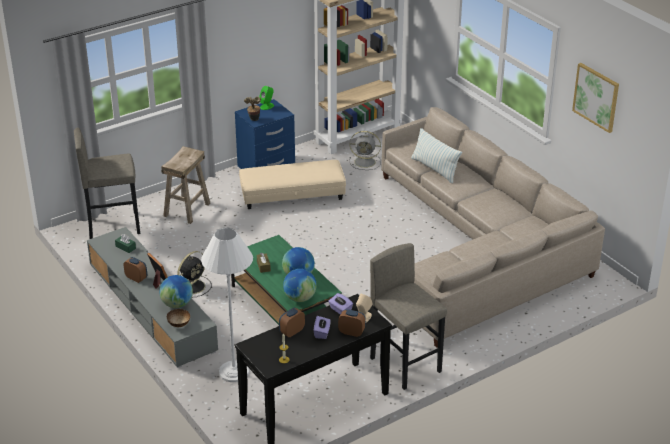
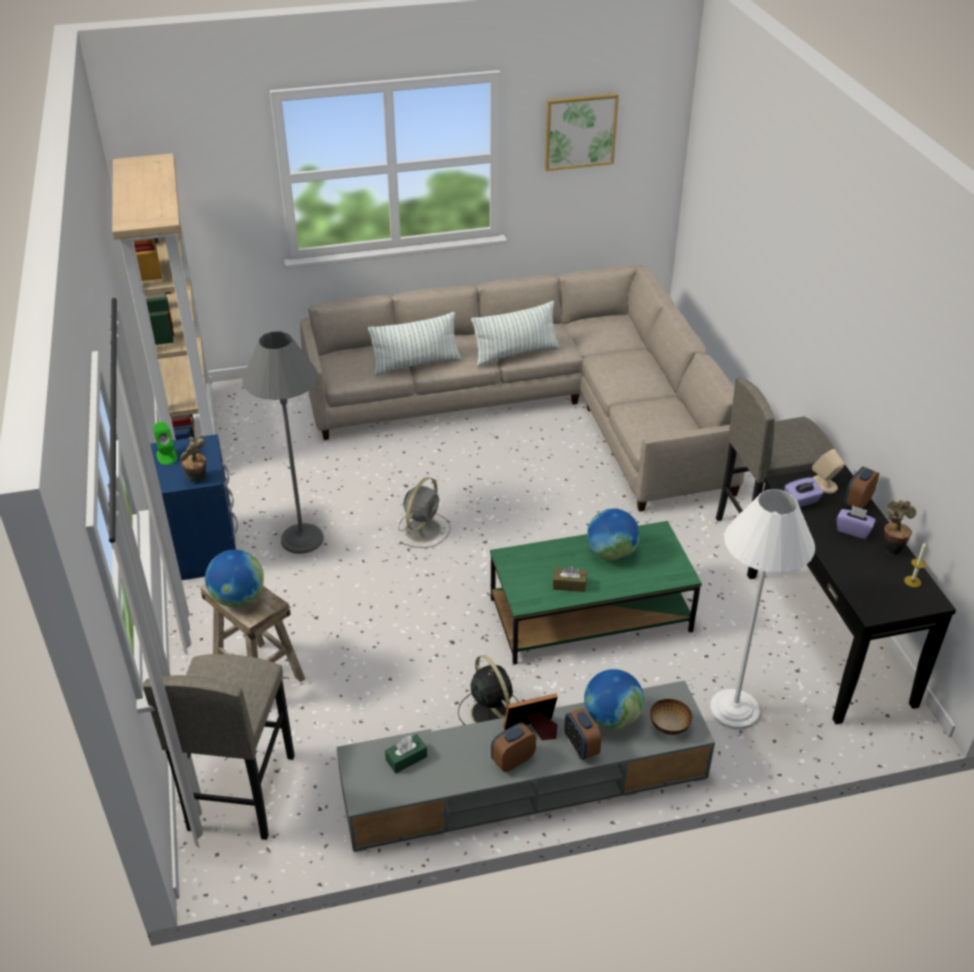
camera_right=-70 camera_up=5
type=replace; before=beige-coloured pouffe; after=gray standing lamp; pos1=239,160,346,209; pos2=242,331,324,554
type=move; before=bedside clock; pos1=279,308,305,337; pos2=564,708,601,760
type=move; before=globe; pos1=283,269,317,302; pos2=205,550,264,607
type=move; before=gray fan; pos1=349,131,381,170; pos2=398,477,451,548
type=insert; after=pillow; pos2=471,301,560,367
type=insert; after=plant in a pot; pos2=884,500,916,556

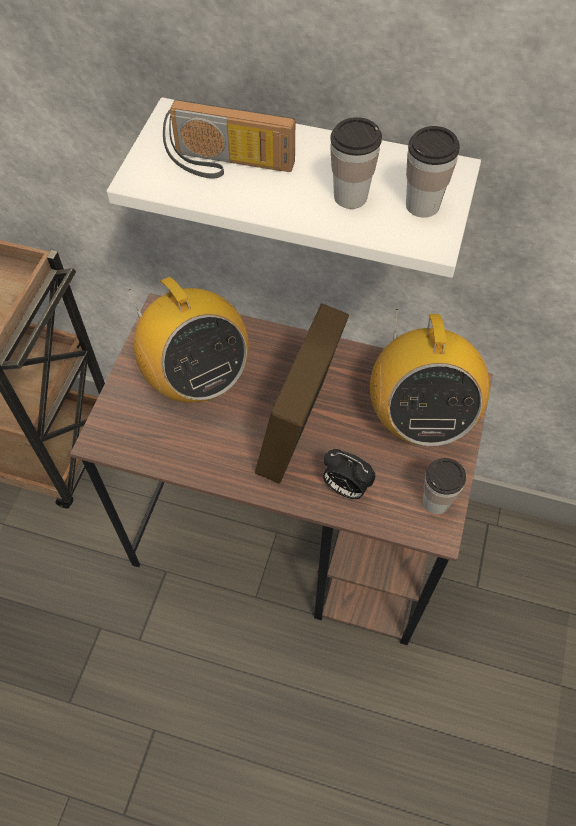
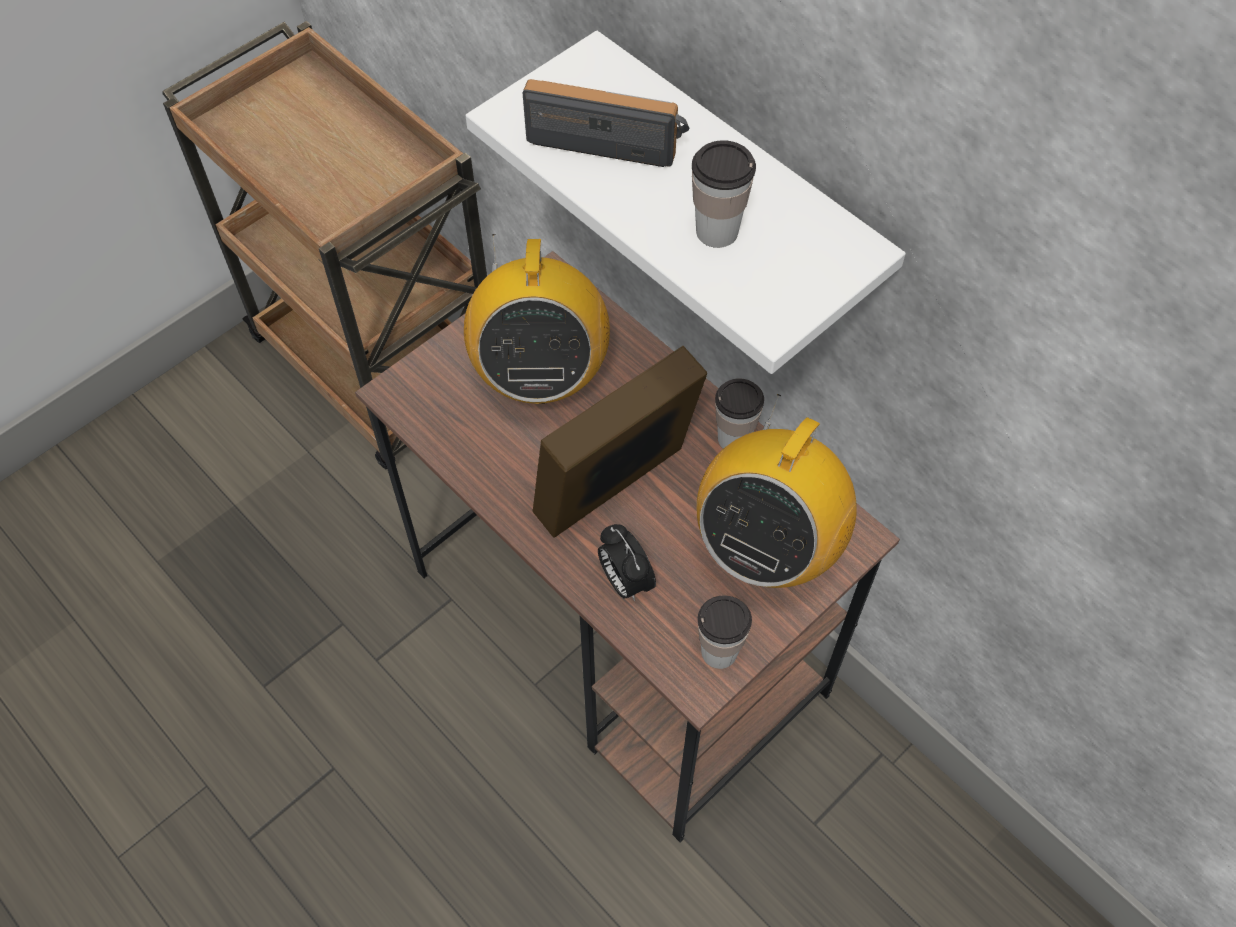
camera_right=30 camera_up=0
type=rotate; before=radio; pos1=163,99,295,179; pos2=523,79,689,167; turn=150
type=move; before=drinking cup; pos1=406,126,460,218; pos2=715,378,764,449

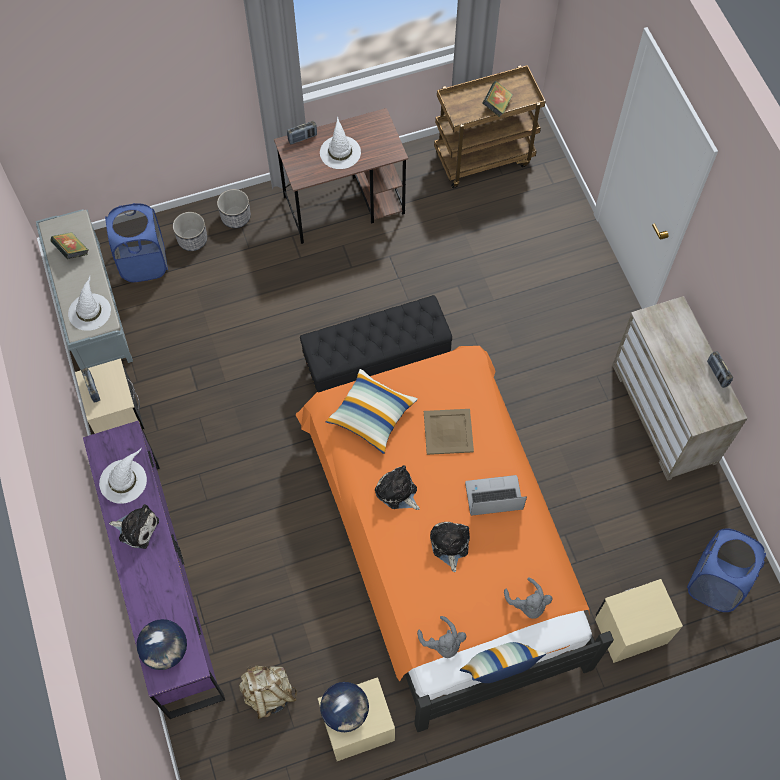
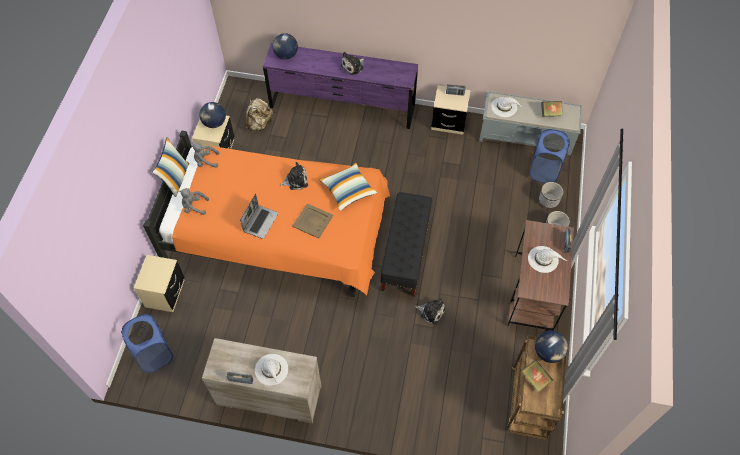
camera_right=120 camera_up=-5
type=move; before=whitish clothing hat; pos1=99,448,147,504; pos2=255,354,288,386
type=move; before=cuddly toy; pos1=430,522,470,572; pos2=415,298,445,325
type=insert; after=globe; pos2=535,330,568,363

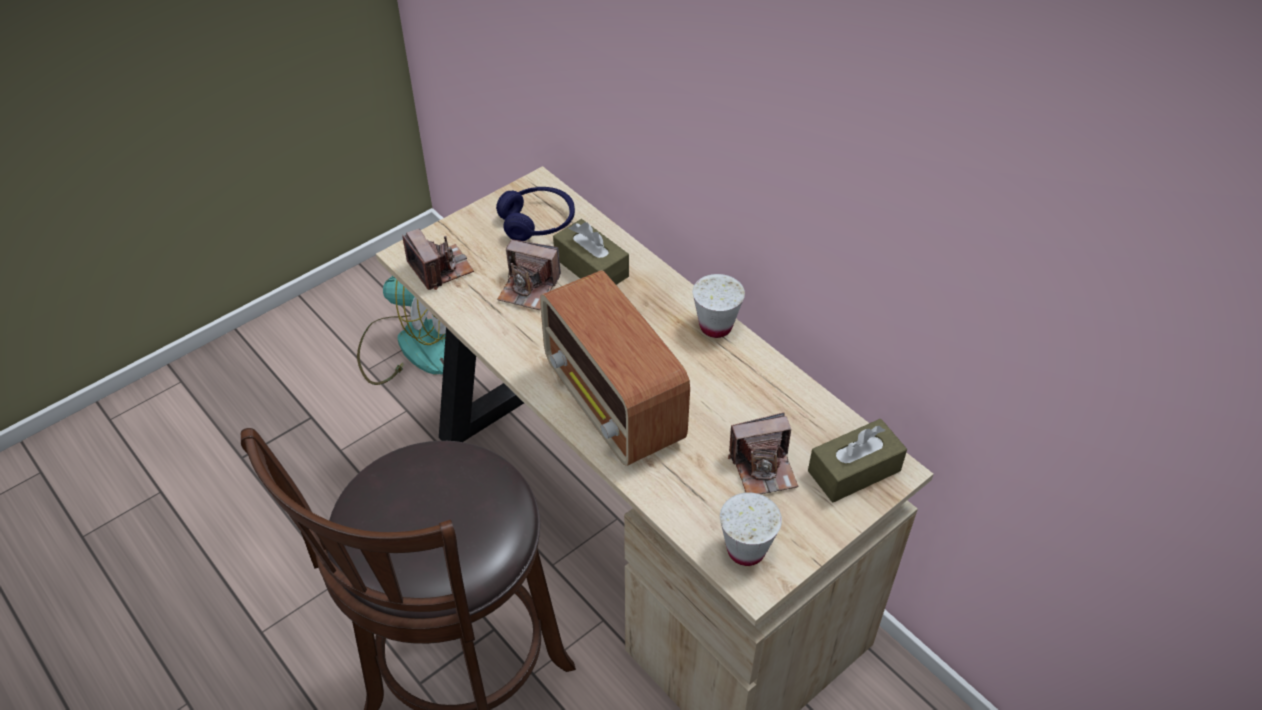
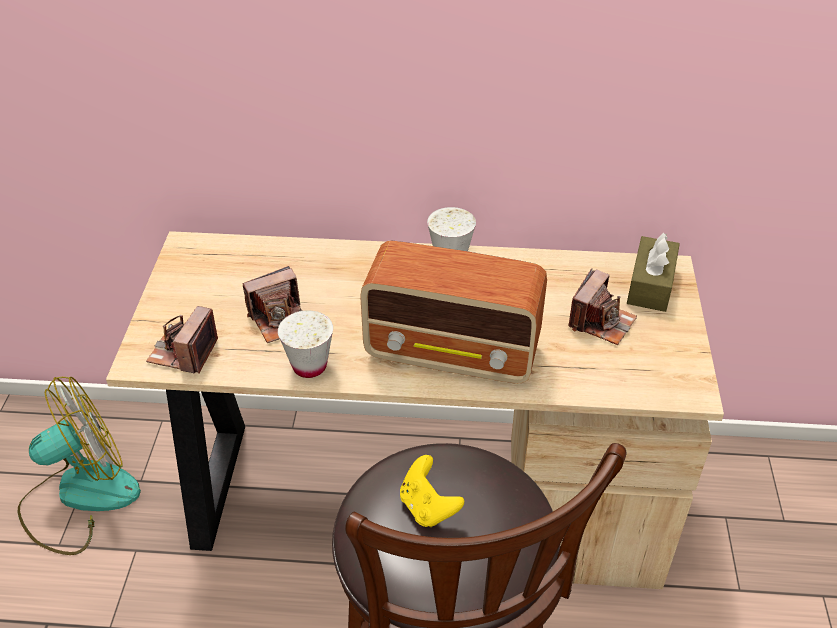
camera_right=-45 camera_up=-5
type=rotate; before=still camera; pos1=402,229,474,290; pos2=146,306,218,374; turn=-90
type=delete; before=blue headphones; pos1=496,187,575,241
type=delete; before=brownish box of tissues; pos1=553,219,629,285
type=move; before=whitish drinking cup; pos1=720,493,782,566; pos2=278,310,333,378
type=insert; after=yellow game controller; pos2=400,455,464,527

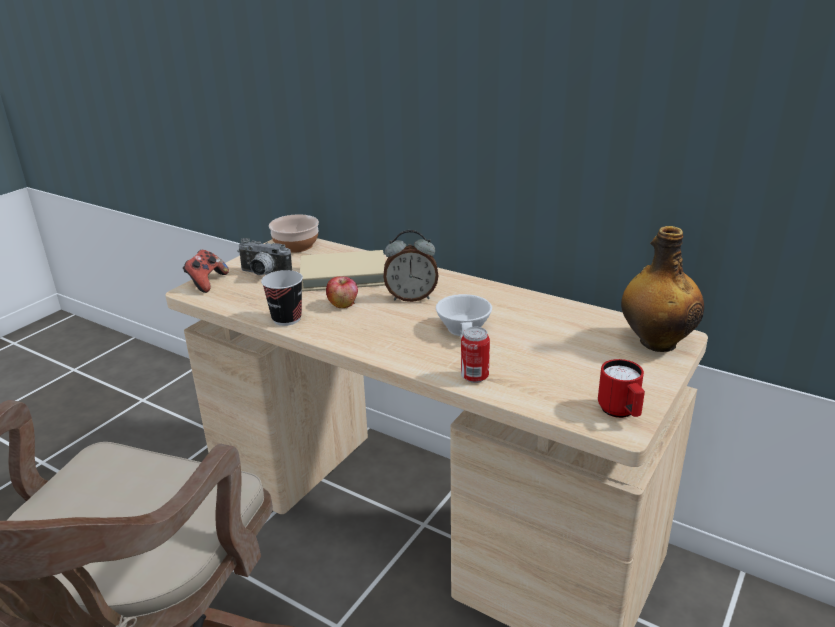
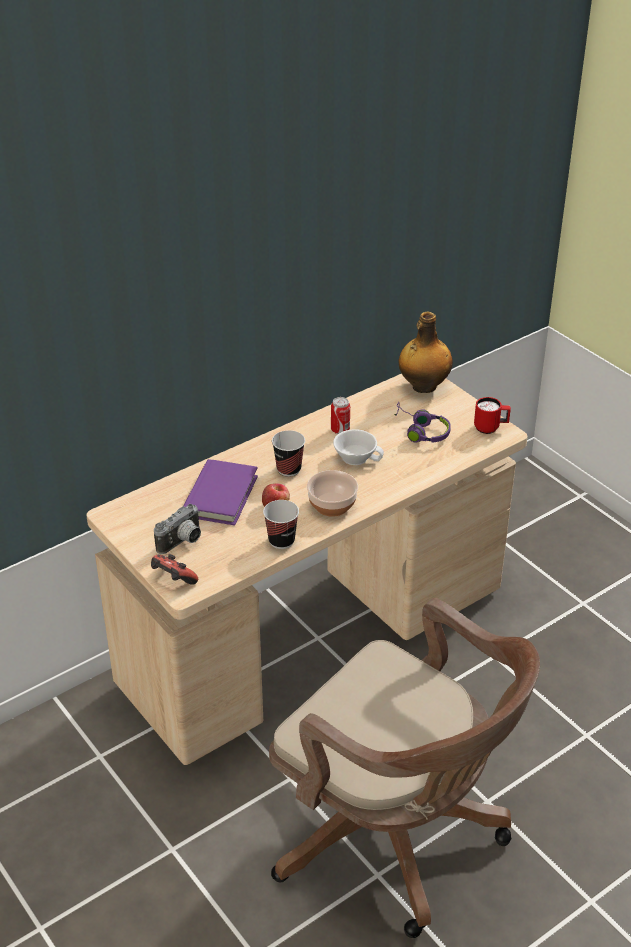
camera_right=-70 camera_up=10
type=move; before=bowl; pos1=269,214,319,253; pos2=307,470,358,517
type=recolor; before=beige-coloured book; after=purple book; pos1=300,250,385,291; pos2=184,459,258,525
type=replace; before=bedside clock; after=drinking cup; pos1=384,230,438,302; pos2=272,430,305,477
type=move; before=metal can; pos1=461,327,490,383; pos2=331,397,350,434
type=insert; after=purple headphones; pos2=394,402,451,443

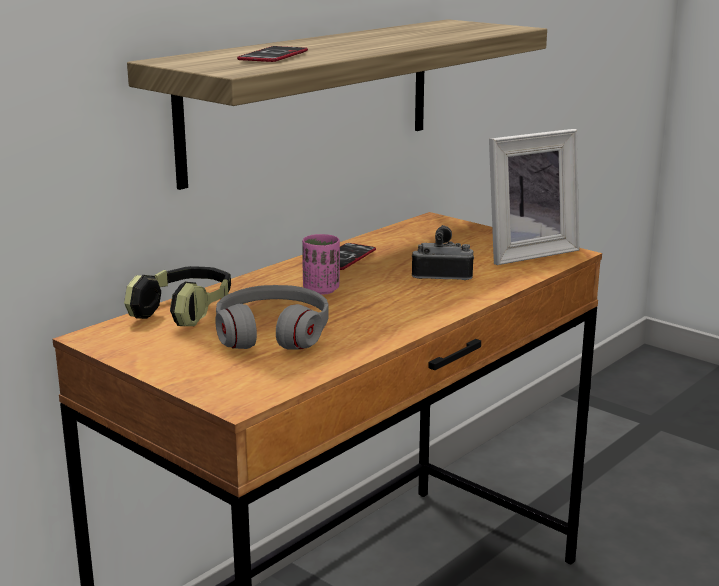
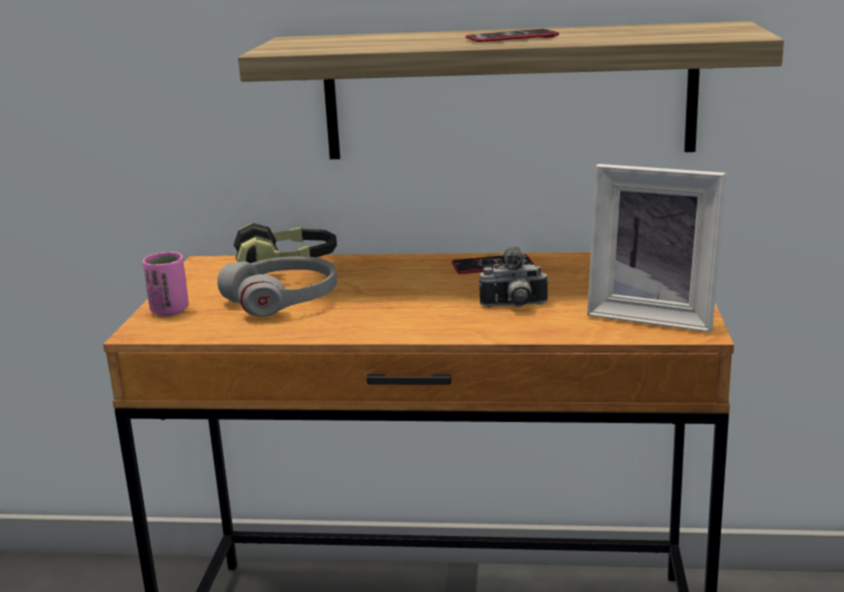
camera_right=55 camera_up=0
type=move; before=handset; pos1=237,46,308,62; pos2=466,29,559,42
type=move; before=pink drinking cup; pos1=302,234,340,295; pos2=143,252,189,316
type=rotate; before=still camera; pos1=412,225,474,280; pos2=479,247,549,307; turn=120

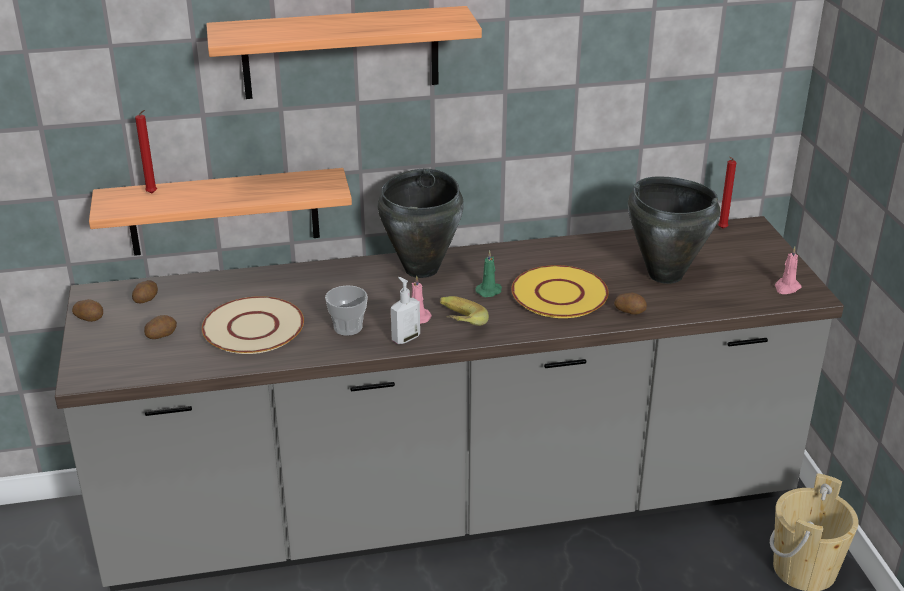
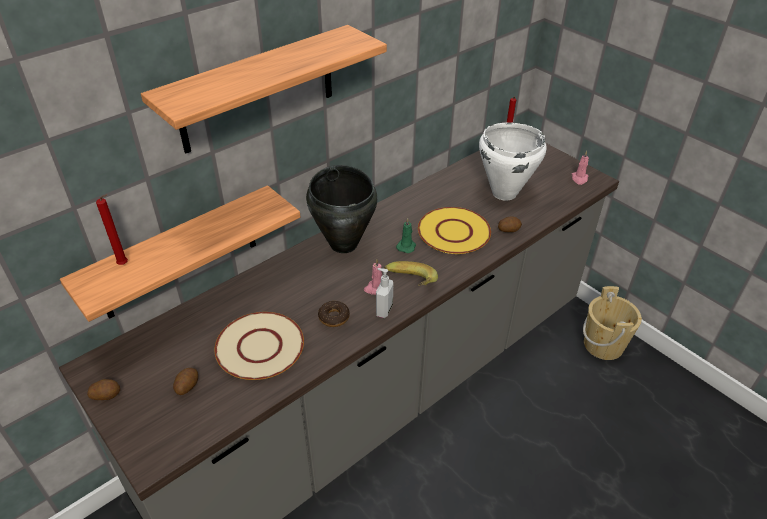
camera_right=-30 camera_up=10
type=delete; before=spud; pos1=132,280,158,303
type=replace; before=drinking cup; after=ring doughnut; pos1=325,285,368,336; pos2=318,301,350,327
type=recolor; before=blackish stockpot; after=whitish stockpot; pos1=628,176,720,284; pos2=479,123,547,201

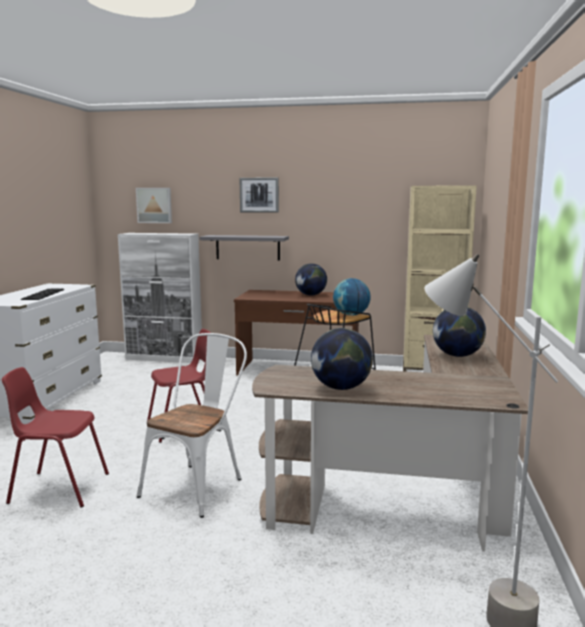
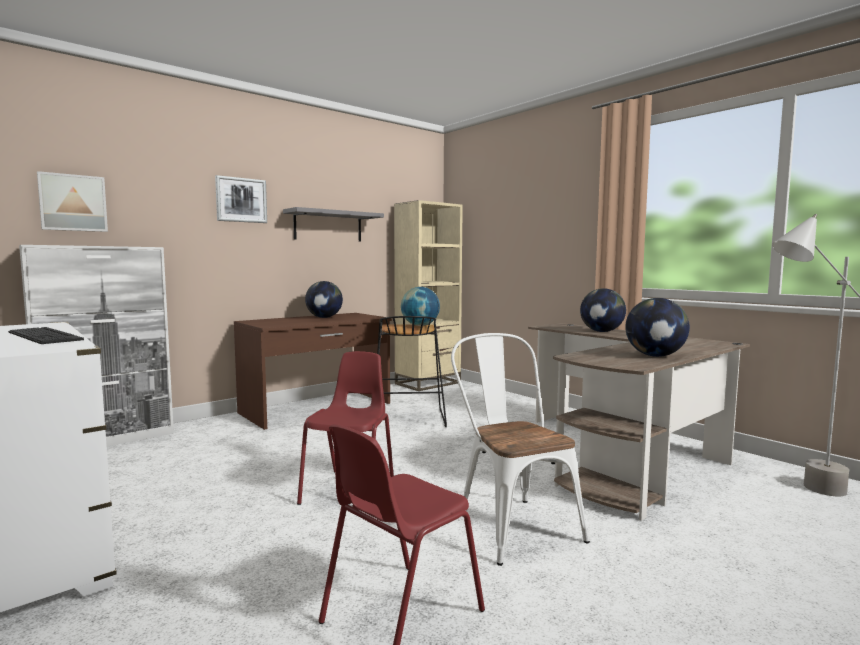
camera_right=-50 camera_up=-5
type=move; before=gray bracket shelf; pos1=200,235,289,260; pos2=283,207,384,242

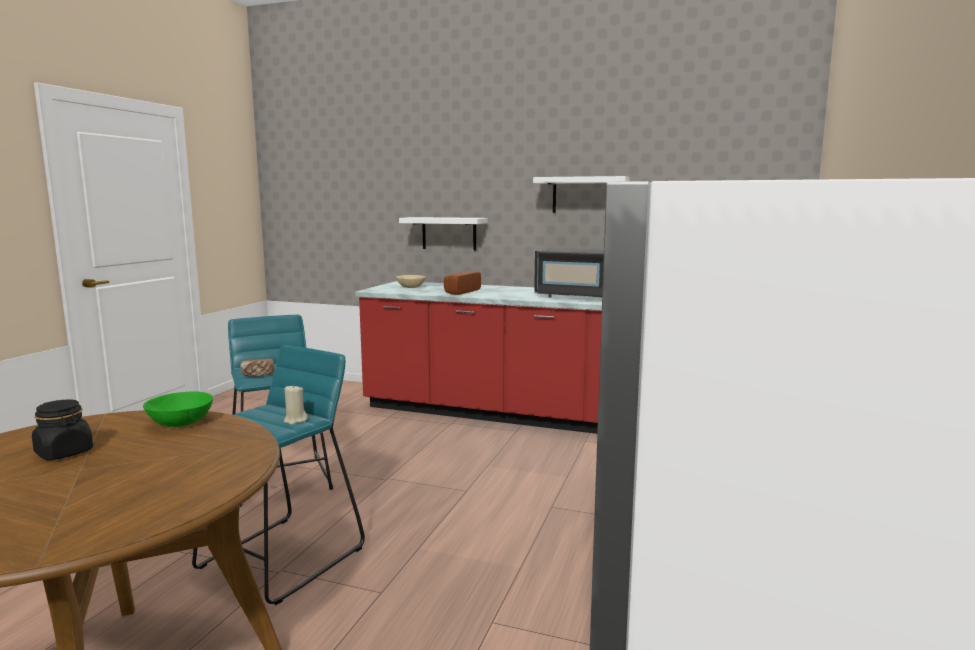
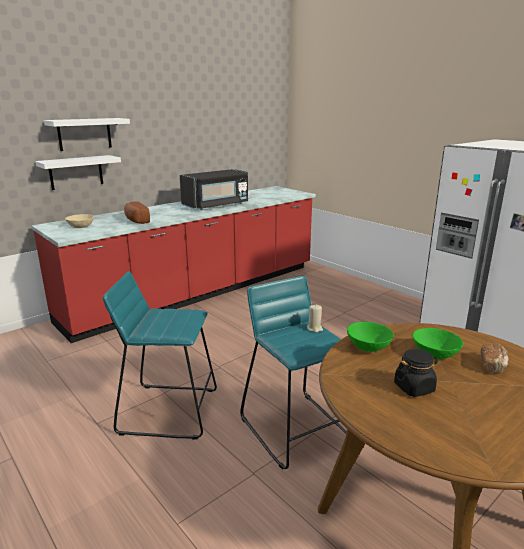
camera_right=-60 camera_up=10
type=move; before=bread; pos1=240,359,274,376; pos2=480,343,508,374
type=move; before=whitish bracket shelf; pos1=533,176,629,213; pos2=44,118,130,151
type=insert; after=green-coloured bowl; pos2=413,328,463,359

